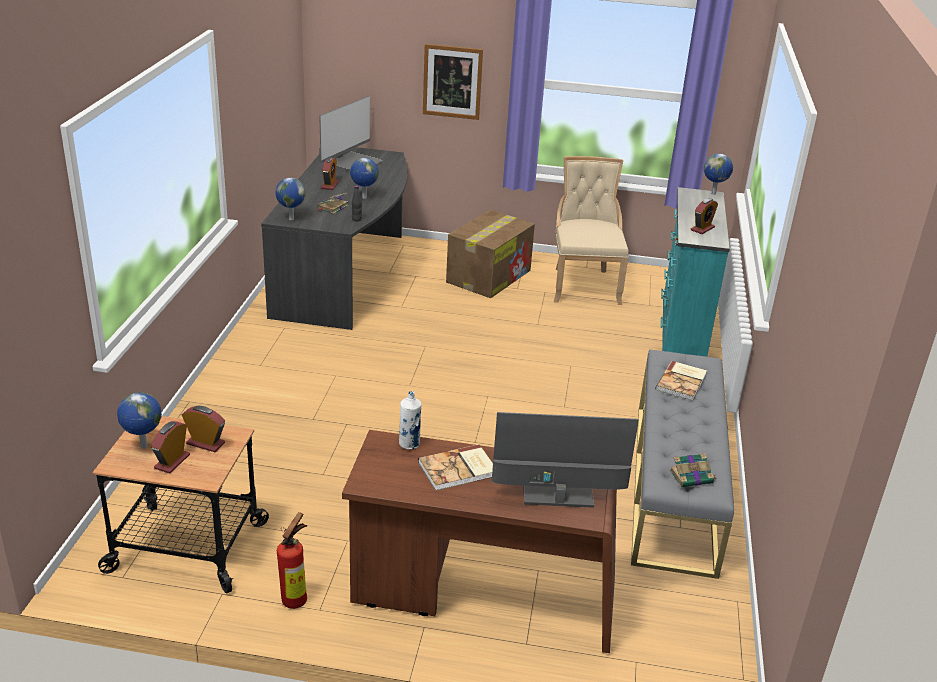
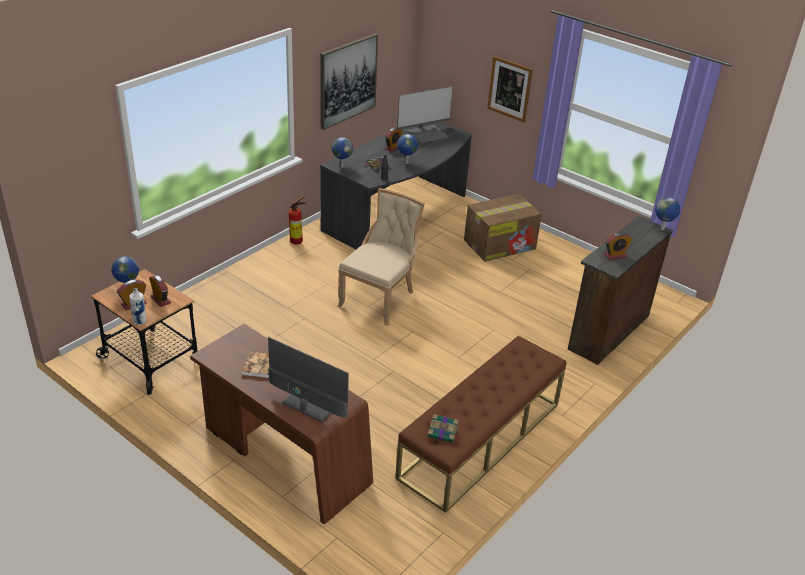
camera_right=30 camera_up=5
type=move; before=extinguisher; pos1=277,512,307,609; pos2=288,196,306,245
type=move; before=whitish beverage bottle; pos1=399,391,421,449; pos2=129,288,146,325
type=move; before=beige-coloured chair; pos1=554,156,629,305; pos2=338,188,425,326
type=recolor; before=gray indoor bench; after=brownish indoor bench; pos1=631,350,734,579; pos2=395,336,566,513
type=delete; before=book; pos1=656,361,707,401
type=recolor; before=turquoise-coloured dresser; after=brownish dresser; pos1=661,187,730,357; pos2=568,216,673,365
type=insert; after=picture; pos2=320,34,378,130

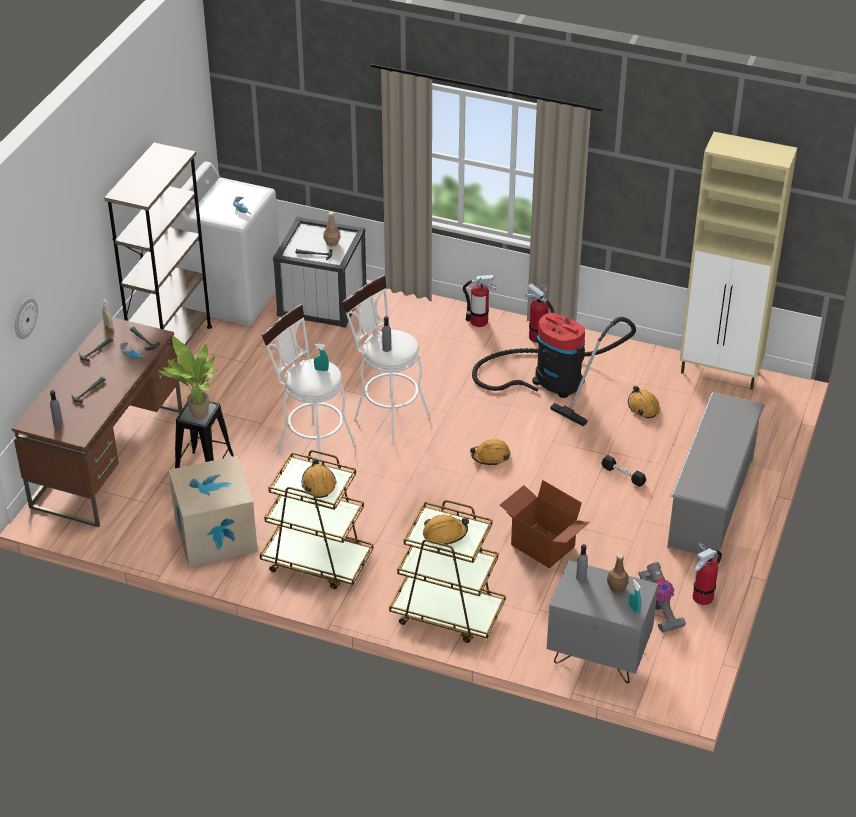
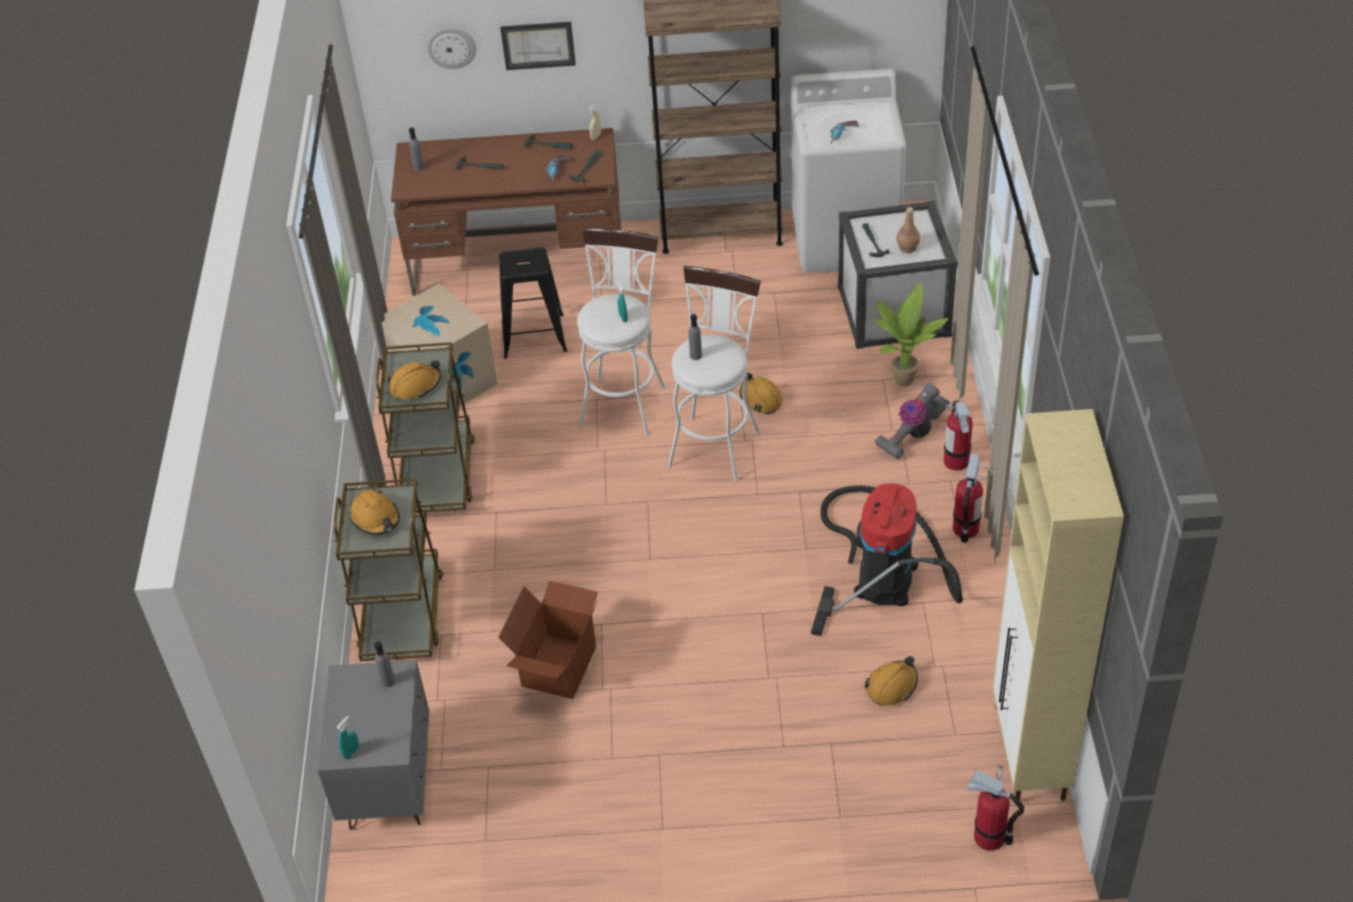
camera_right=70 camera_up=5
type=move; before=plant in a pot; pos1=158,336,217,419; pos2=873,283,948,387
type=move; before=orangey hard hat; pos1=470,439,510,466; pos2=740,372,782,414
type=delete; before=blackish dumbbell; pos1=602,455,646,487
type=delete; before=brownish beverage bottle; pos1=607,554,629,593
type=move; before=vacuum cleaner; pos1=639,562,686,633; pos2=874,383,950,460
type=delete; before=gray shoe shelf; pos1=667,392,765,559
type=move; before=extinguisher; pos1=693,542,722,605; pos2=967,765,1024,851
type=insert; after=picture; pos2=500,22,576,70

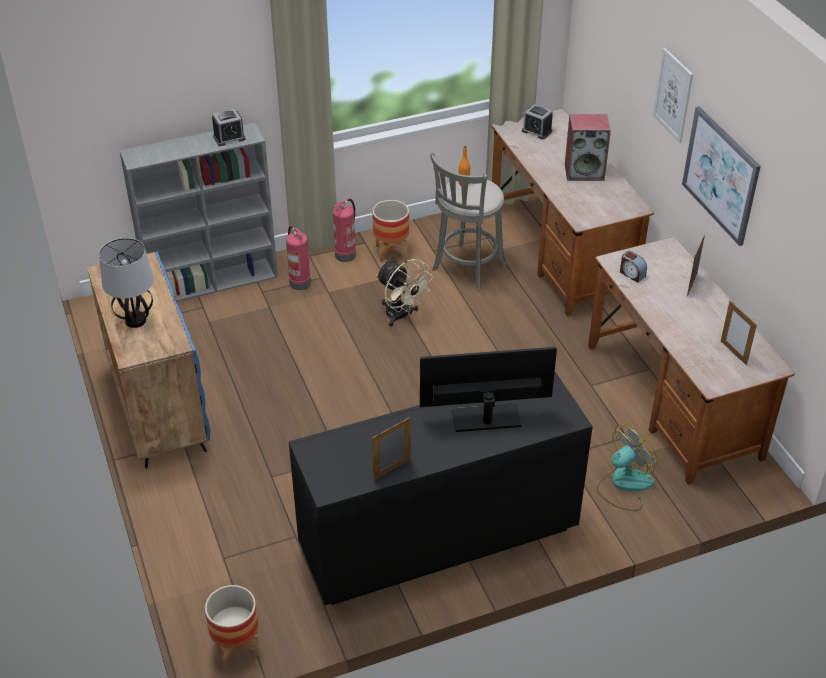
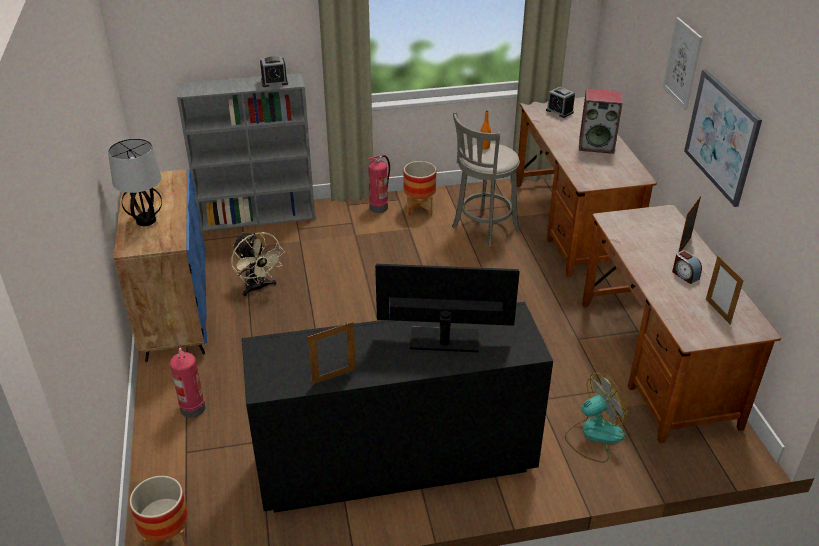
camera_right=10 camera_up=-5
type=move; before=extinguisher; pos1=286,226,311,290; pos2=170,344,206,418
type=move; before=beige-coloured fan; pos1=376,259,433,327; pos2=231,232,285,296
type=move; before=bedside clock; pos1=620,251,647,283; pos2=672,250,702,284

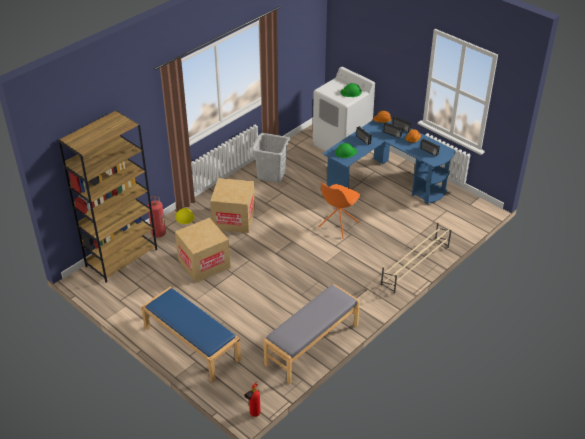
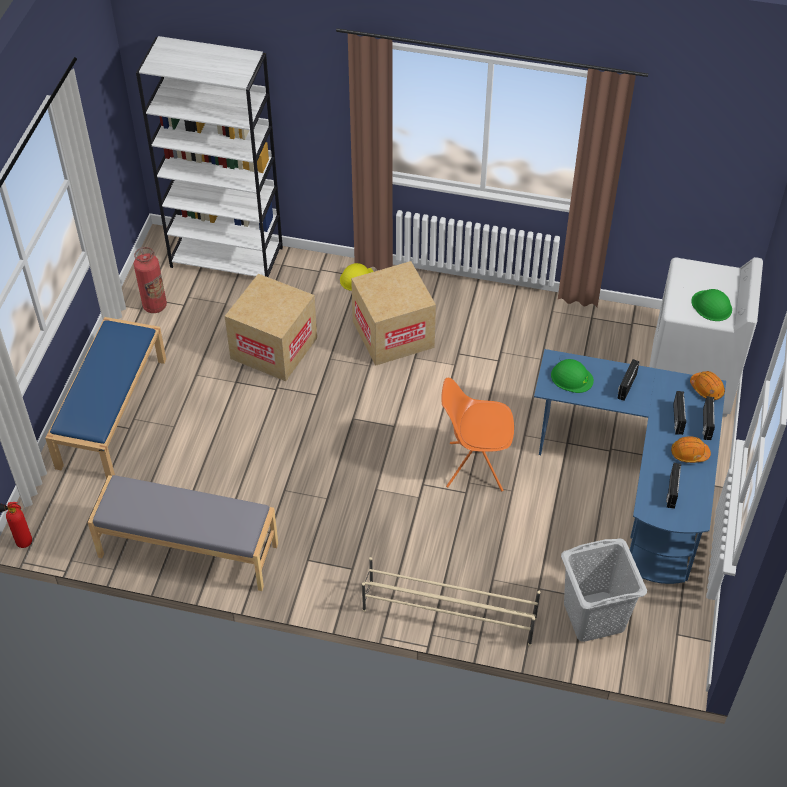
camera_right=60 camera_up=10
type=recolor; before=brownish shelving unit; after=whitish shelving unit; pos1=58,111,157,283; pos2=136,36,283,277
type=move; before=extinguisher; pos1=148,196,166,238; pos2=134,247,167,313
type=move; before=gray washing basket; pos1=252,133,290,183; pos2=561,538,647,642

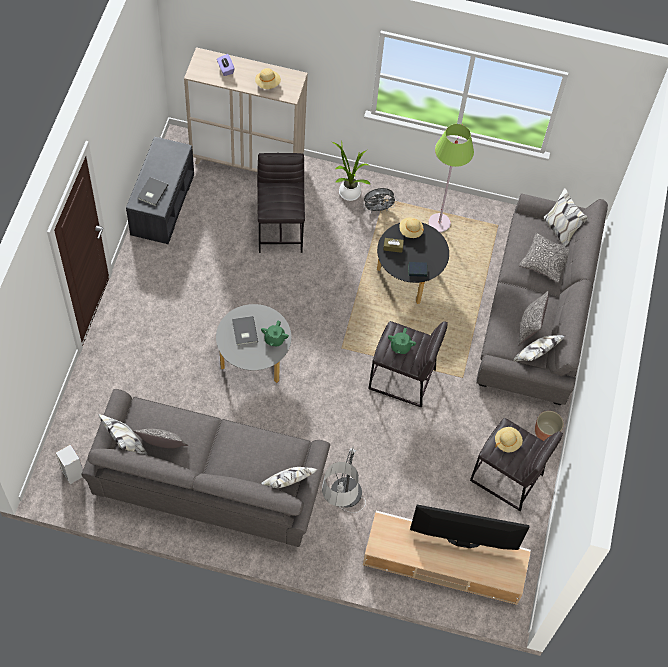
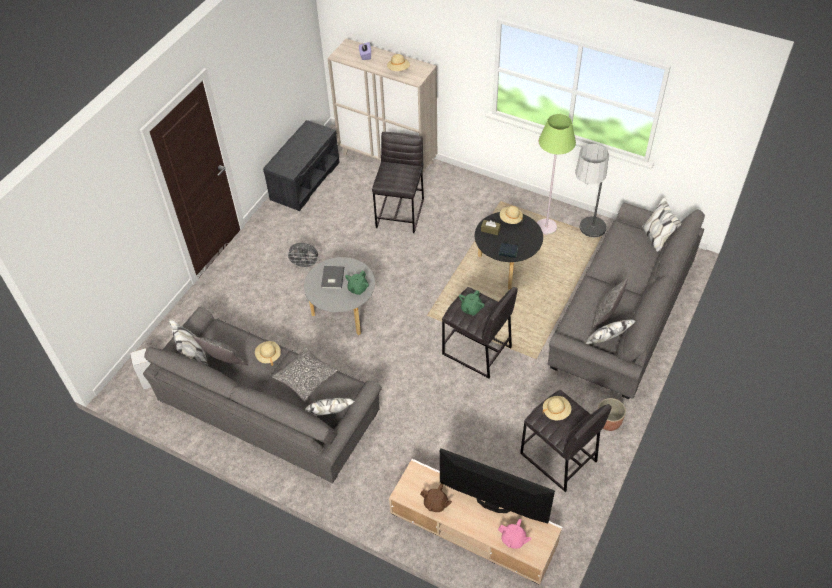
camera_right=20 camera_up=-10
type=delete; before=gray book; pos1=137,177,168,206
type=move; before=standing lamp; pos1=322,447,366,513; pos2=575,144,609,242
type=delete; before=plant in a pot; pos1=332,142,371,201
type=move; before=gray fan; pos1=363,188,397,214; pos2=286,243,319,269
type=move; before=pillow; pos1=519,233,569,283; pos2=272,347,337,401
type=insert; after=beige-coloured clothing hat; pos2=255,341,281,366
type=insert; after=brownish pot for tea; pos2=420,483,452,512
type=insert; after=pink pot for tea; pos2=498,519,531,549

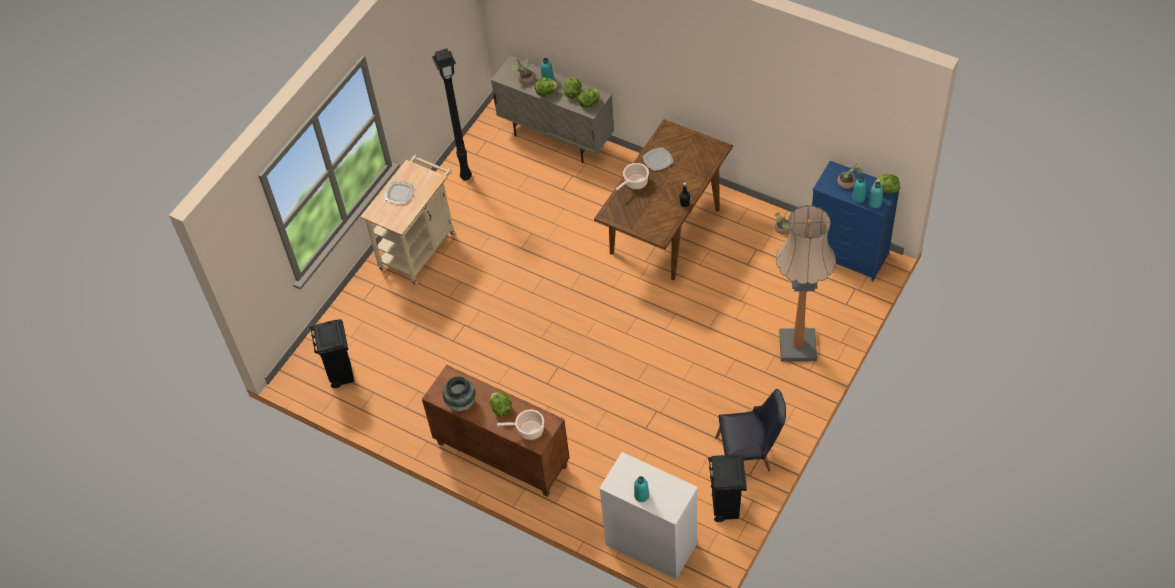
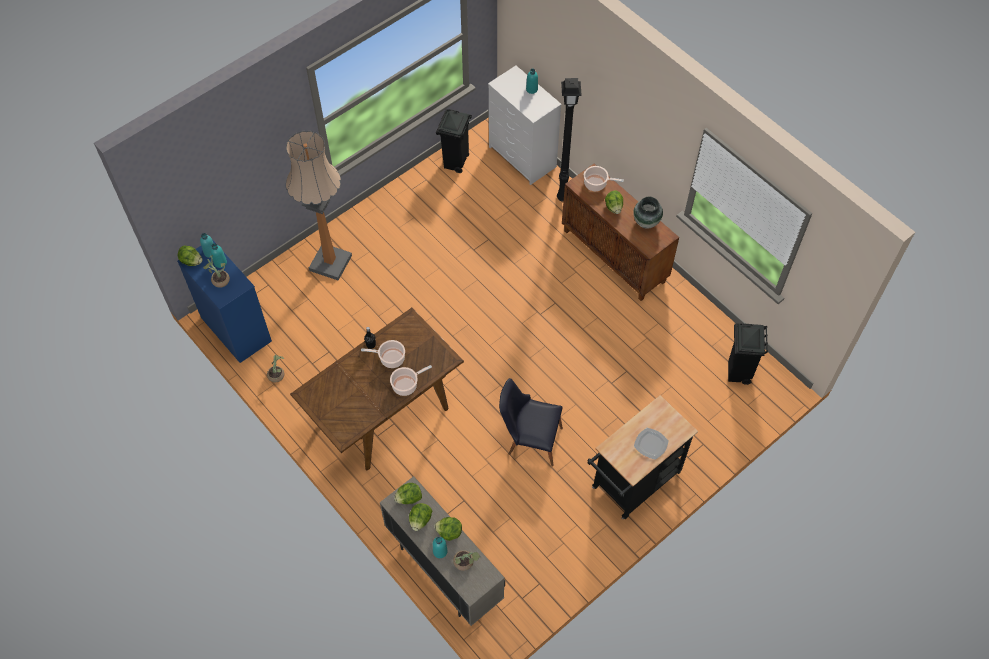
camera_right=-165 camera_up=5
type=recolor; before=beige-coloured wheeled cart; after=blackish wheeled cart; pos1=361,155,456,285; pos2=587,395,698,519
type=move; before=blackish standing lamp; pos1=432,48,472,180; pos2=557,78,582,201
type=delete; before=dinner plate; pos1=643,147,673,171
type=move; before=blackish chair; pos1=715,389,786,471; pos2=499,378,563,467
type=insert; after=stockpot; pos2=361,340,405,368

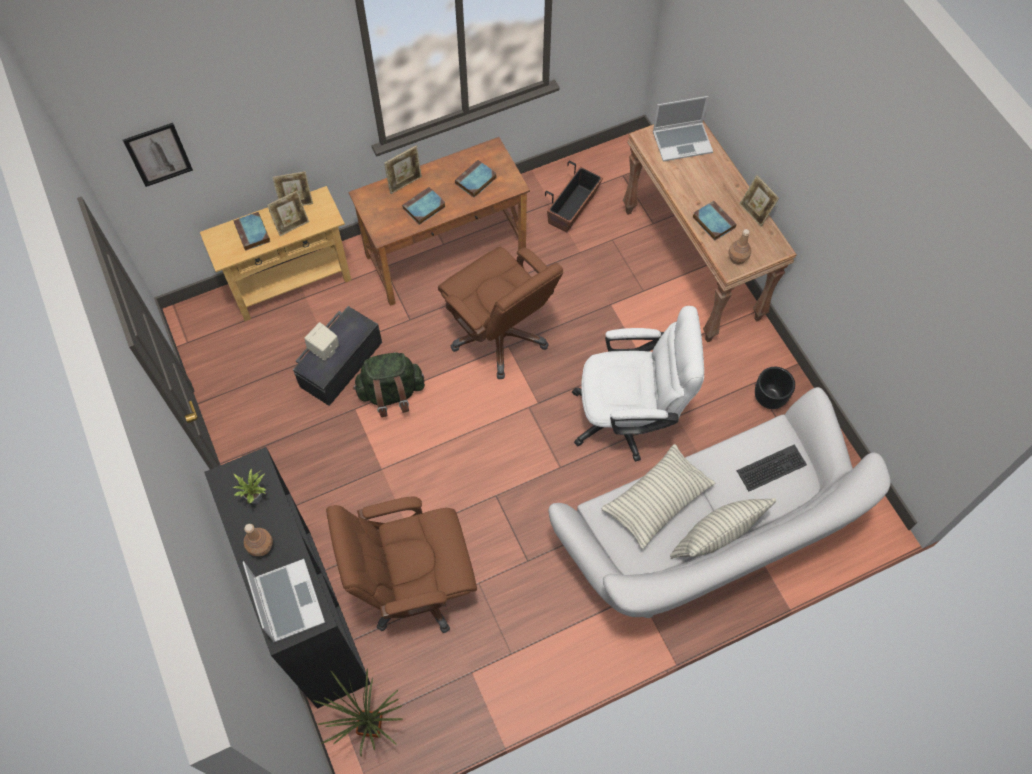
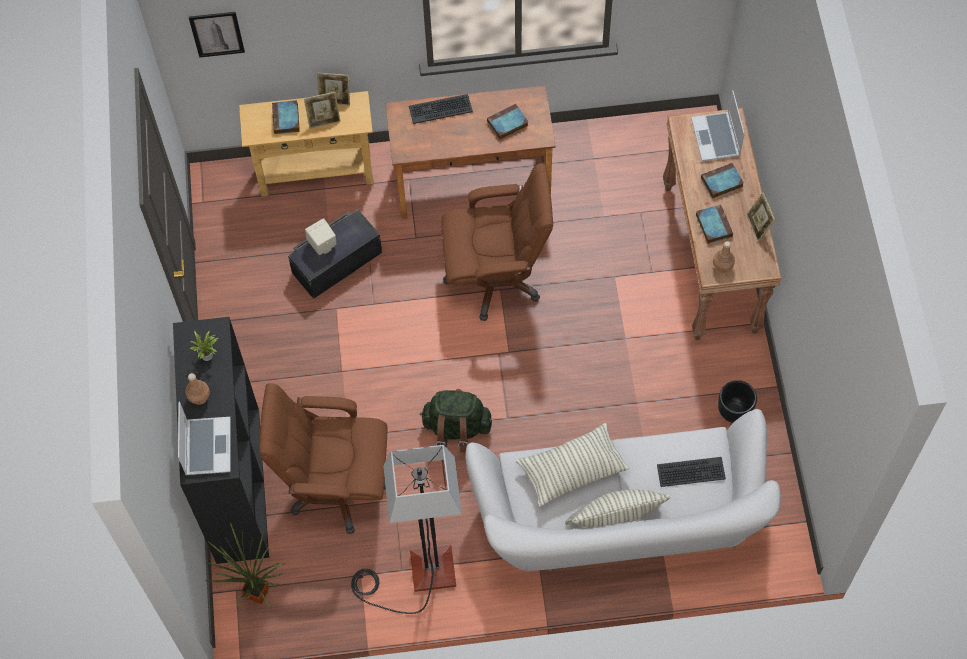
camera_right=20 camera_up=0
type=move; before=green-coloured backpack; pos1=353,352,425,417; pos2=420,389,492,452
type=replace; before=photo frame; after=computer keyboard; pos1=384,146,422,194; pos2=409,94,473,124
type=move; before=book; pos1=402,187,446,225; pos2=701,163,744,198
type=rotate; before=brownish computer chair; pos1=438,247,563,379; pos2=441,163,553,321; turn=-75
type=delete; before=planter; pos1=545,161,603,232
type=delete; before=whitish computer chair; pos1=572,306,704,462
type=rotate; before=notebook computer; pos1=653,96,713,161; pos2=691,90,745,161; turn=75
type=insert; after=standing lamp; pos2=351,445,462,614

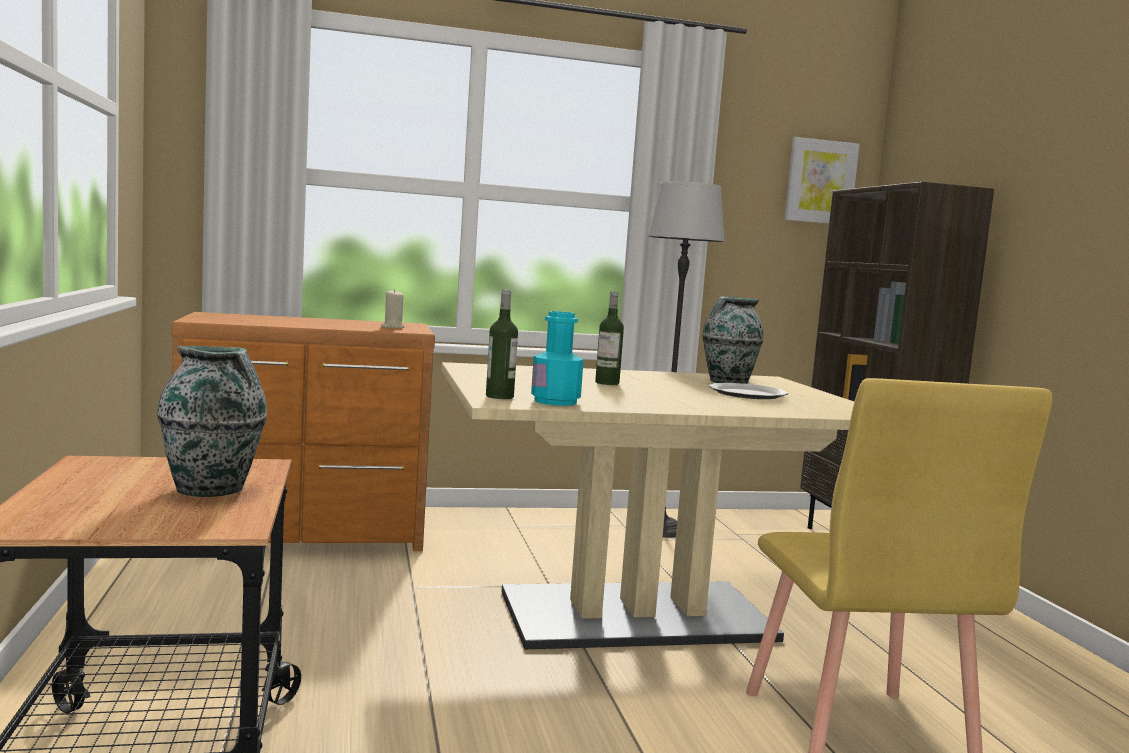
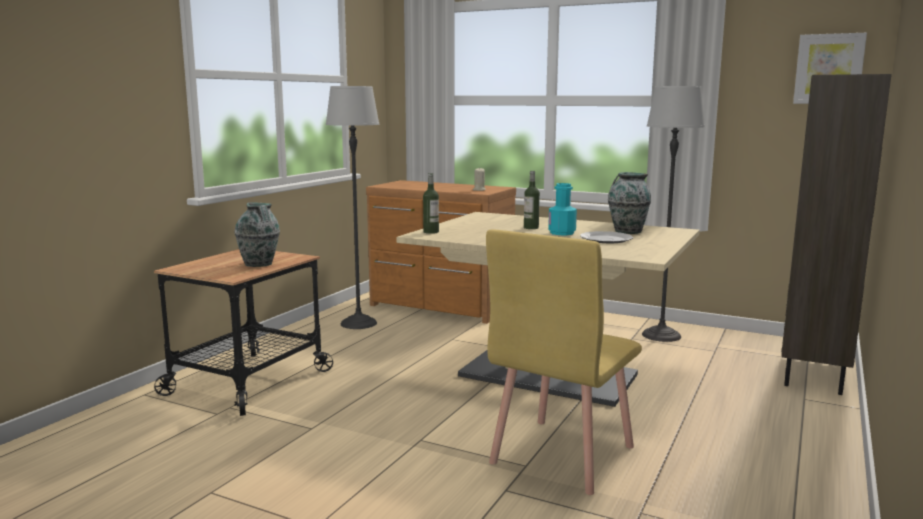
camera_right=40 camera_up=5
type=move; before=turquoise-coloured beverage bottle; pos1=531,311,584,406; pos2=548,183,577,235
type=insert; after=standing lamp; pos2=326,86,379,329

